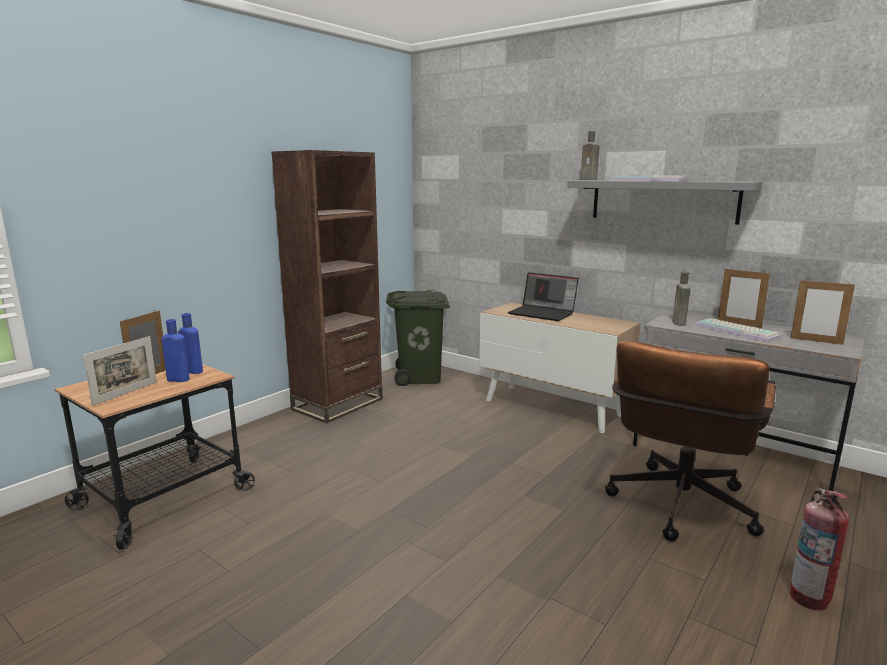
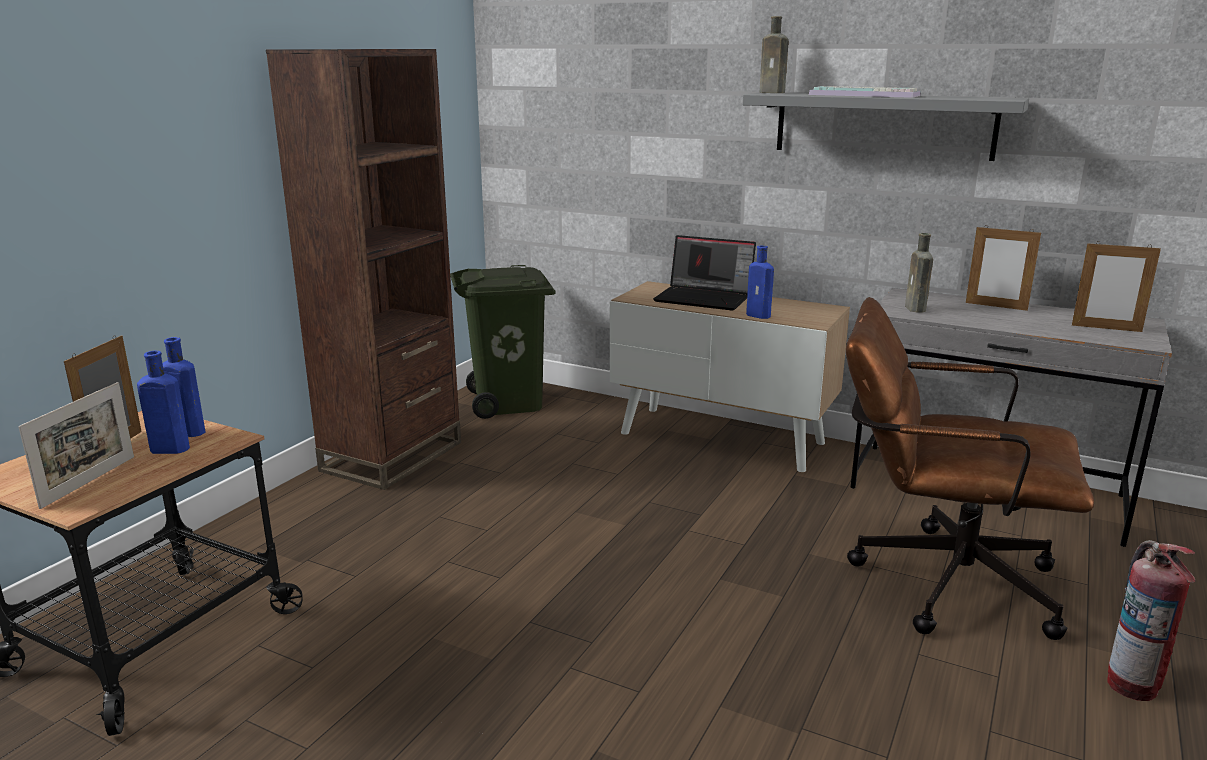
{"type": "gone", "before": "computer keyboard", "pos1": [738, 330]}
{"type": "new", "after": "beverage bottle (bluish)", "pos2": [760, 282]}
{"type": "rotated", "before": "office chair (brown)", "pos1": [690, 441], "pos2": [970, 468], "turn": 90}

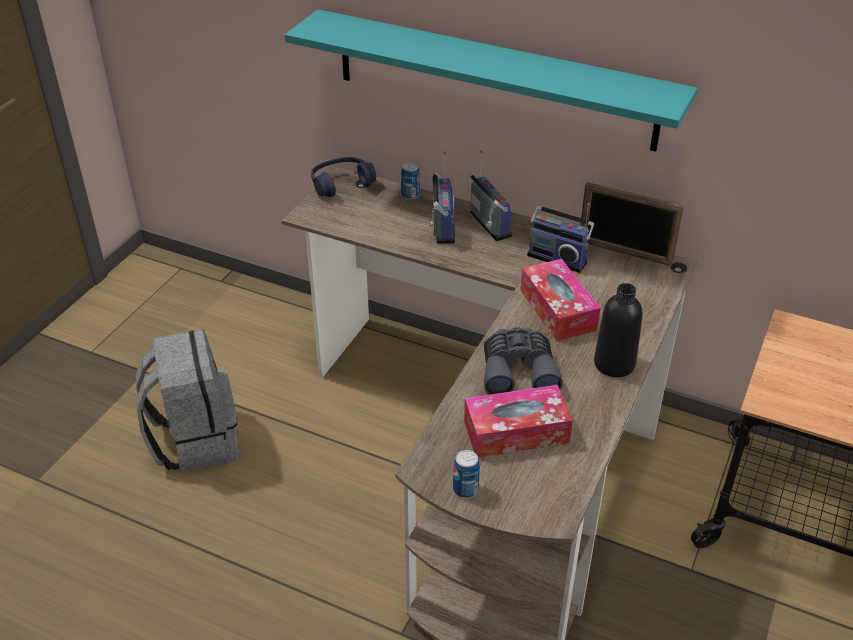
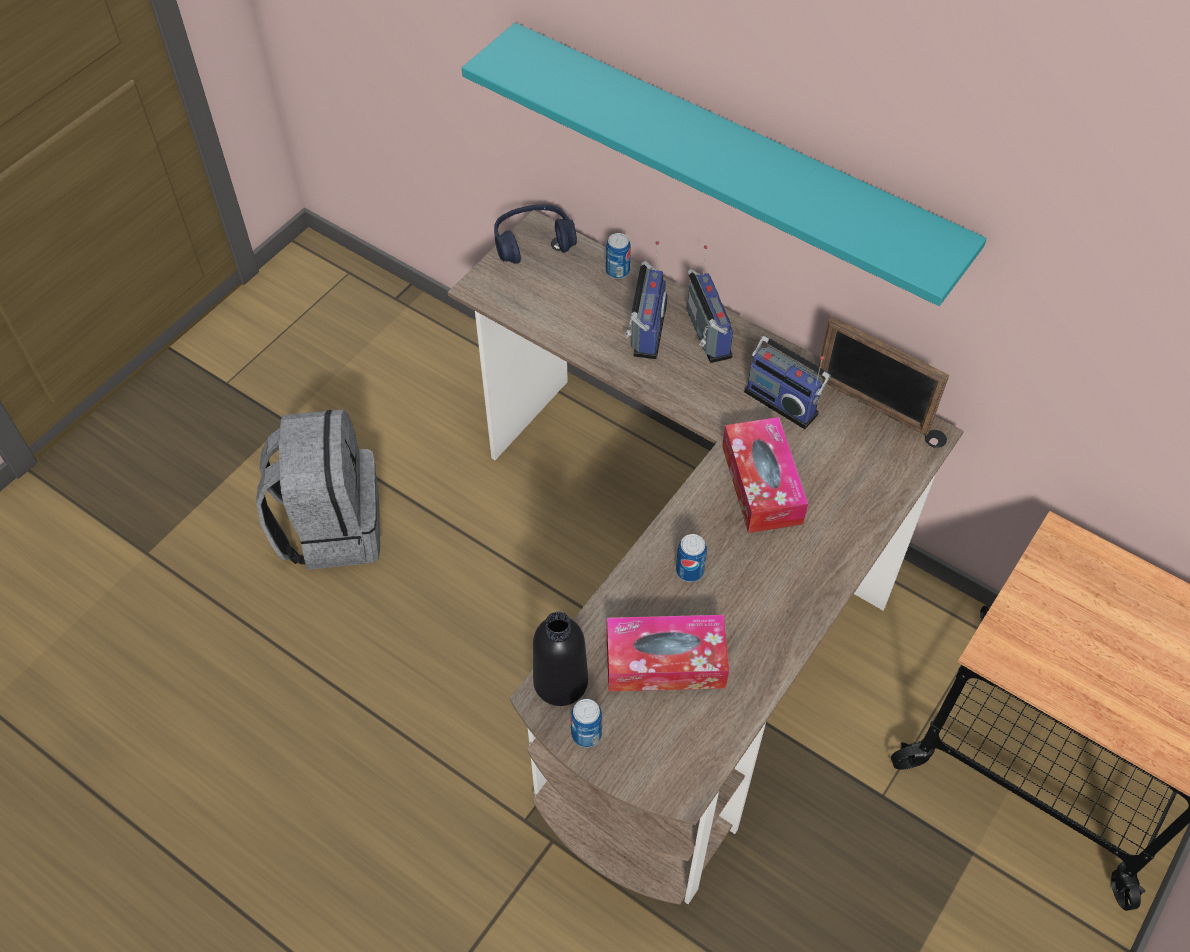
{"type": "shifted", "before": "beverage bottle (black)", "pos1": [618, 330], "pos2": [560, 658]}
{"type": "swapped", "before": "field glasses (grey)", "after": "metal can", "pos1": [523, 361], "pos2": [691, 558]}

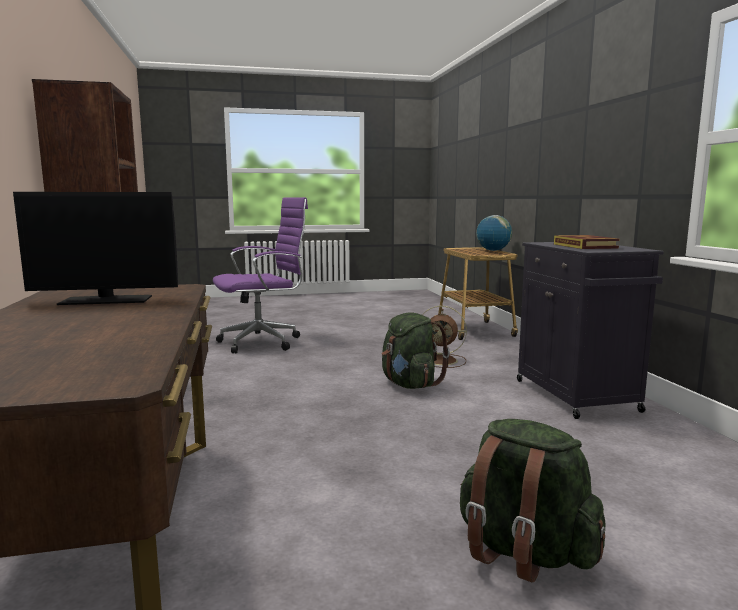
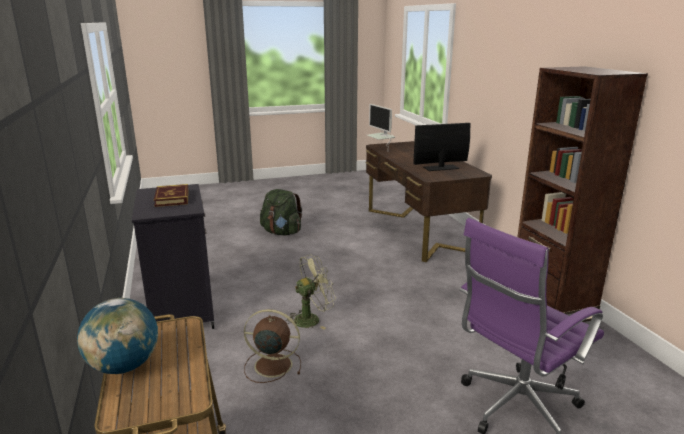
{"type": "new", "after": "computer display", "pos2": [381, 125]}
{"type": "swapped", "before": "rucksack (greenish)", "after": "fan (greenish)", "pos1": [415, 350], "pos2": [311, 292]}

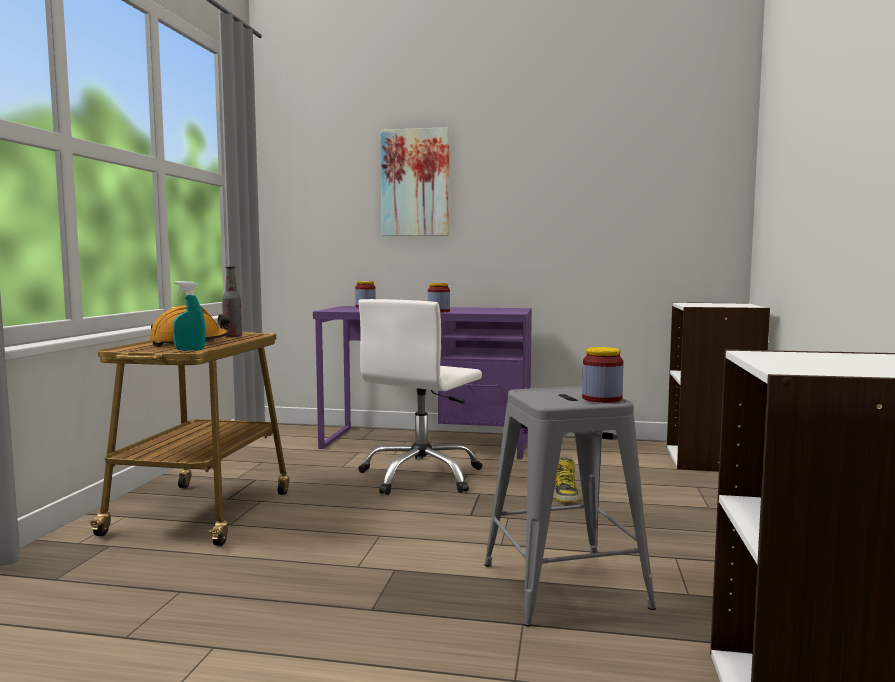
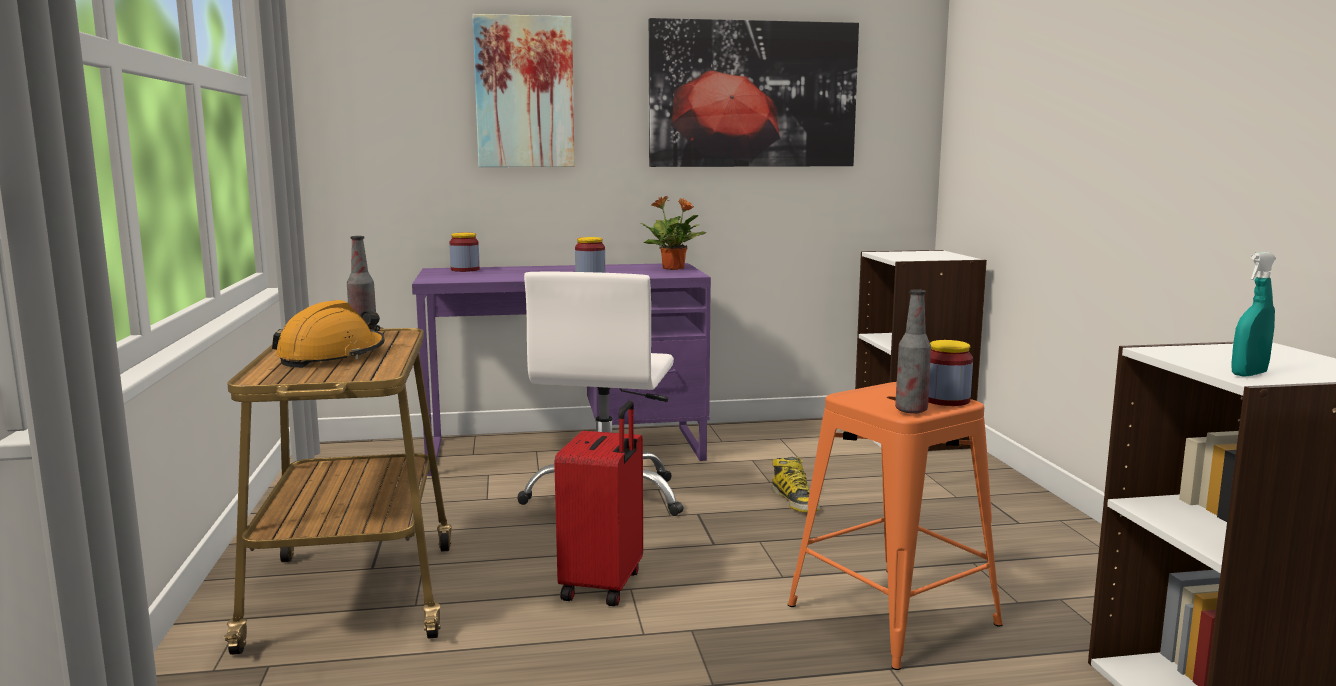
{"type": "new", "after": "piece of luggage (red-coloured)", "pos2": [598, 503]}
{"type": "new", "after": "potted plant", "pos2": [674, 233]}
{"type": "new", "after": "picture", "pos2": [754, 92]}
{"type": "new", "after": "beverage bottle", "pos2": [913, 351]}
{"type": "shifted", "before": "hand sprayer (turquoise)", "pos1": [189, 316], "pos2": [1253, 314]}
{"type": "repainted", "before": "sitting stool (grey)", "after": "sitting stool (orange-coloured)", "pos1": [570, 506], "pos2": [895, 526]}

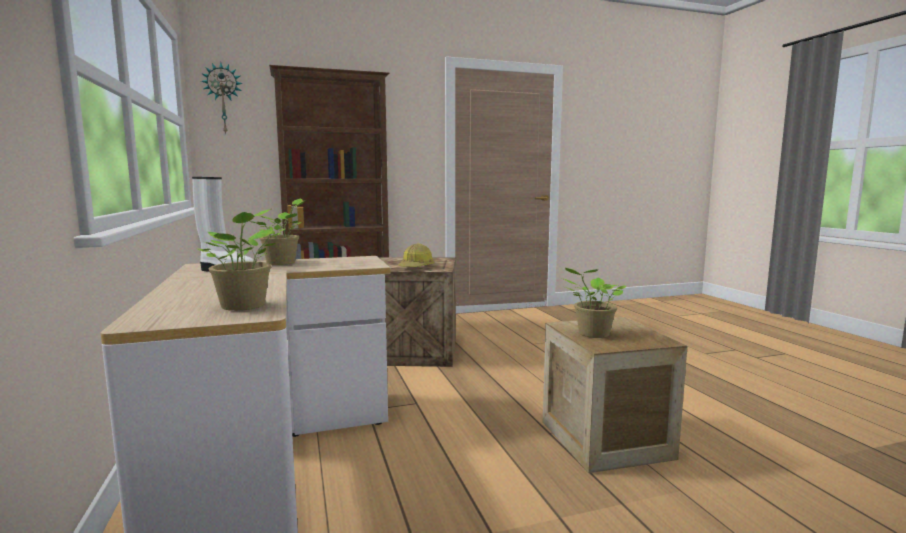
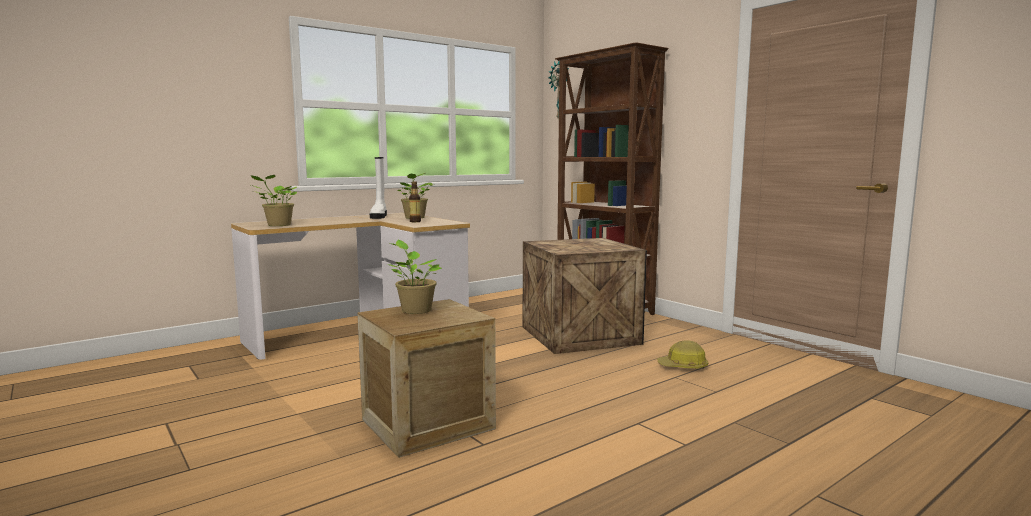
{"type": "new", "after": "beverage bottle", "pos2": [415, 201]}
{"type": "shifted", "before": "safety helmet", "pos1": [416, 255], "pos2": [682, 354]}

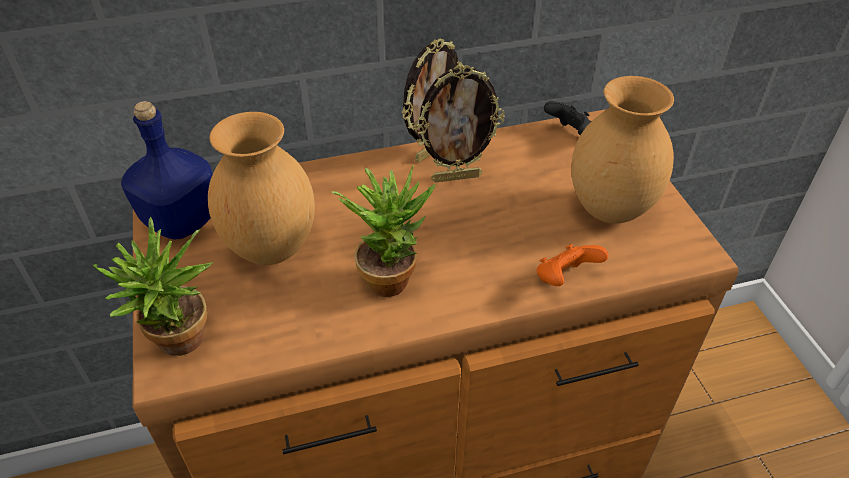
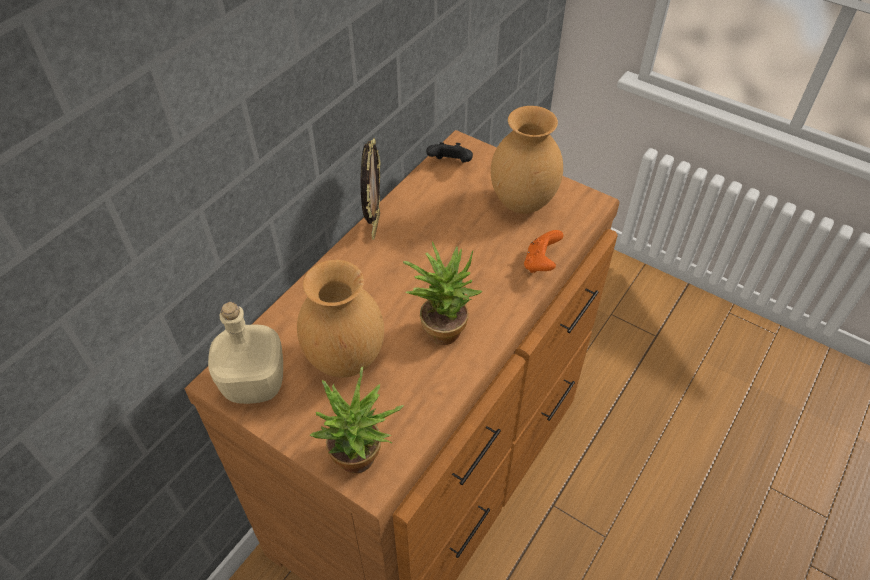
{"type": "gone", "before": "standing frame", "pos1": [459, 123]}
{"type": "repainted", "before": "beverage bottle (bluish)", "after": "beverage bottle (sand-coloured)", "pos1": [167, 170], "pos2": [245, 353]}

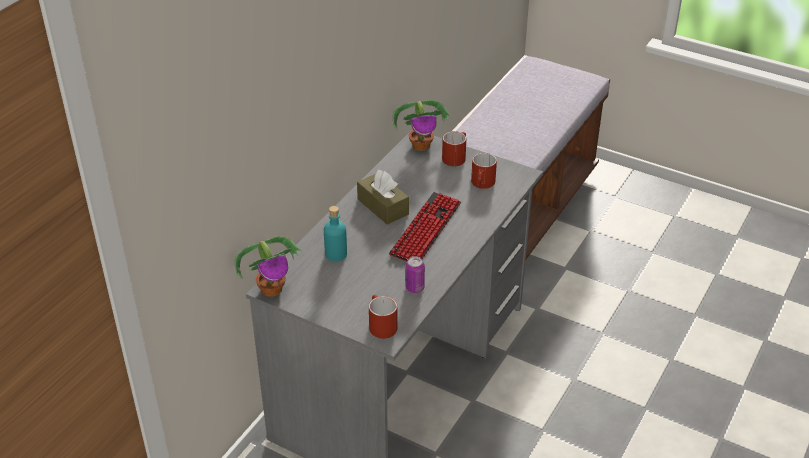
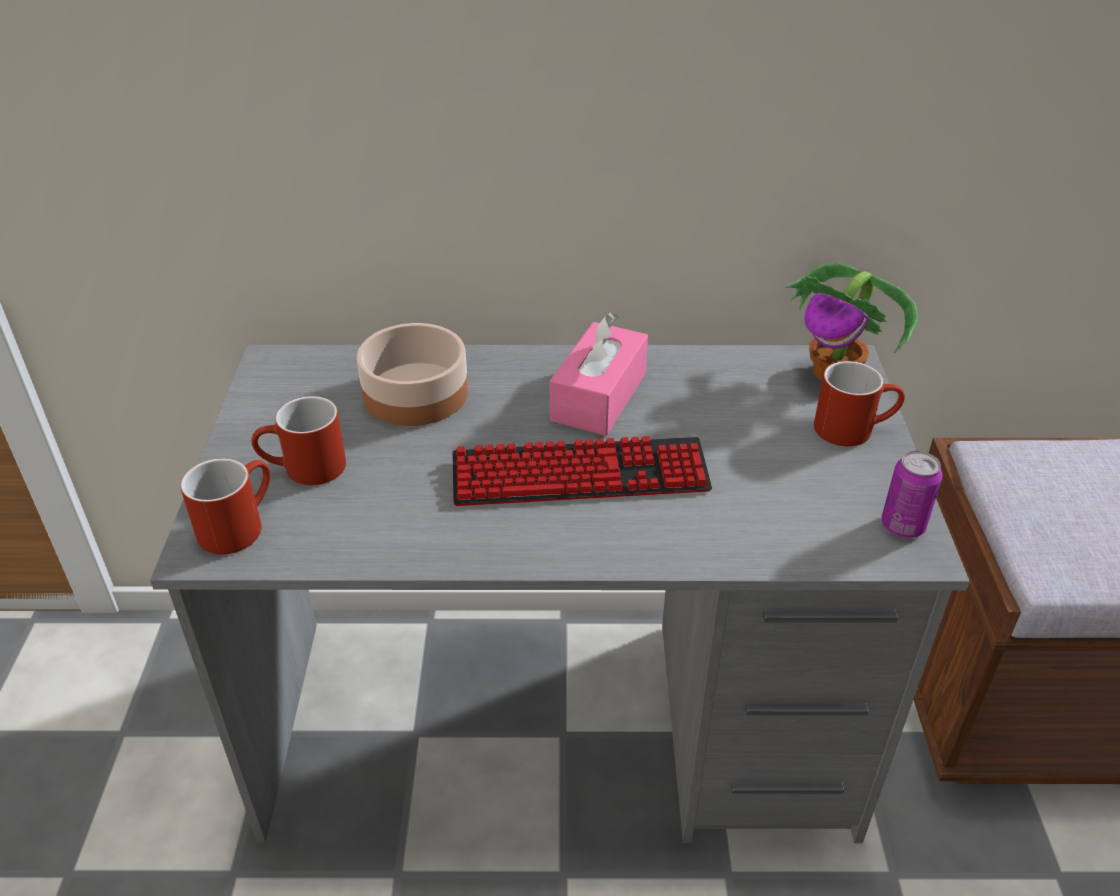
{"type": "gone", "before": "potted plant", "pos1": [268, 266]}
{"type": "shifted", "before": "metal can", "pos1": [415, 274], "pos2": [911, 494]}
{"type": "shifted", "before": "mug (red-coloured)", "pos1": [484, 171], "pos2": [298, 440]}
{"type": "swapped", "before": "beverage bottle (turquoise)", "after": "serving bowl", "pos1": [335, 234], "pos2": [412, 374]}
{"type": "repainted", "before": "box of tissues (brown)", "after": "box of tissues (pink)", "pos1": [383, 197], "pos2": [599, 374]}

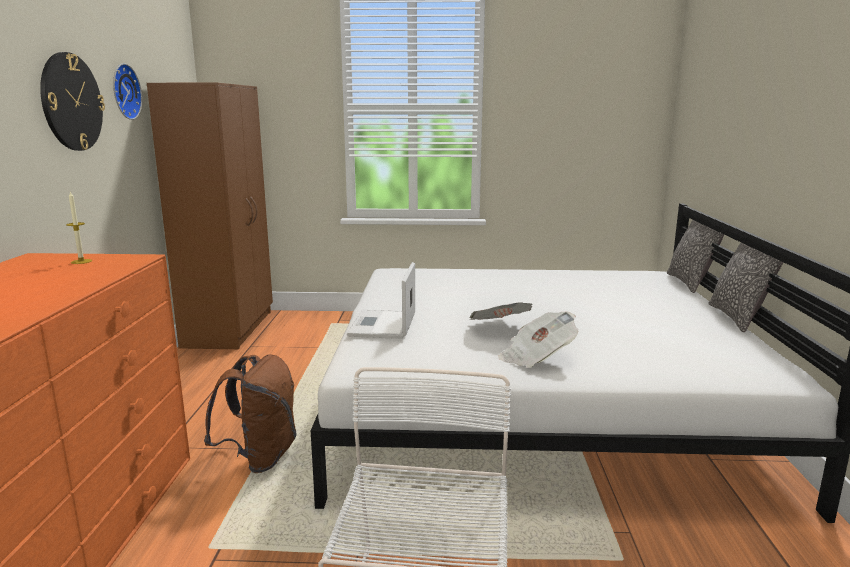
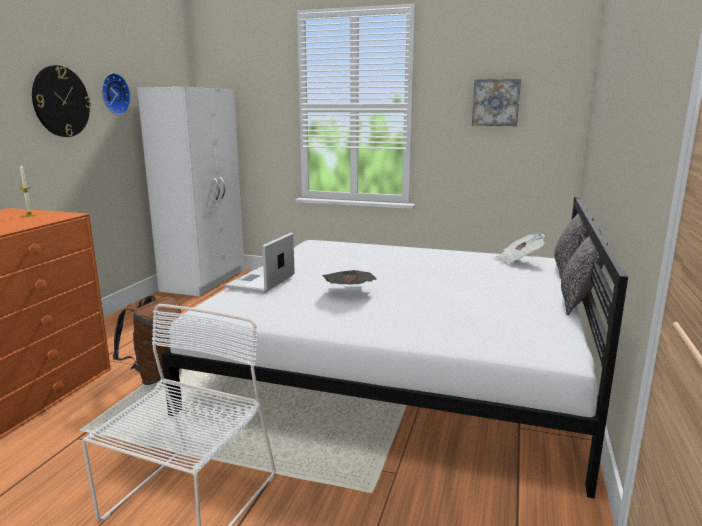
{"type": "new", "after": "picture", "pos2": [496, 102]}
{"type": "shifted", "before": "daily paper", "pos1": [538, 339], "pos2": [519, 248]}
{"type": "repainted", "before": "wardrobe (brown)", "after": "wardrobe (white-coloured)", "pos1": [210, 216], "pos2": [190, 191]}

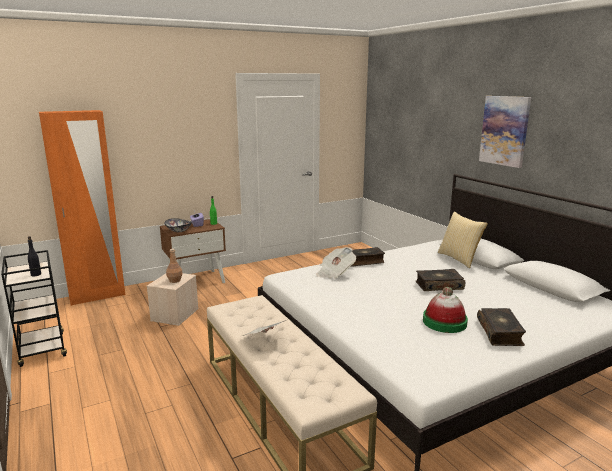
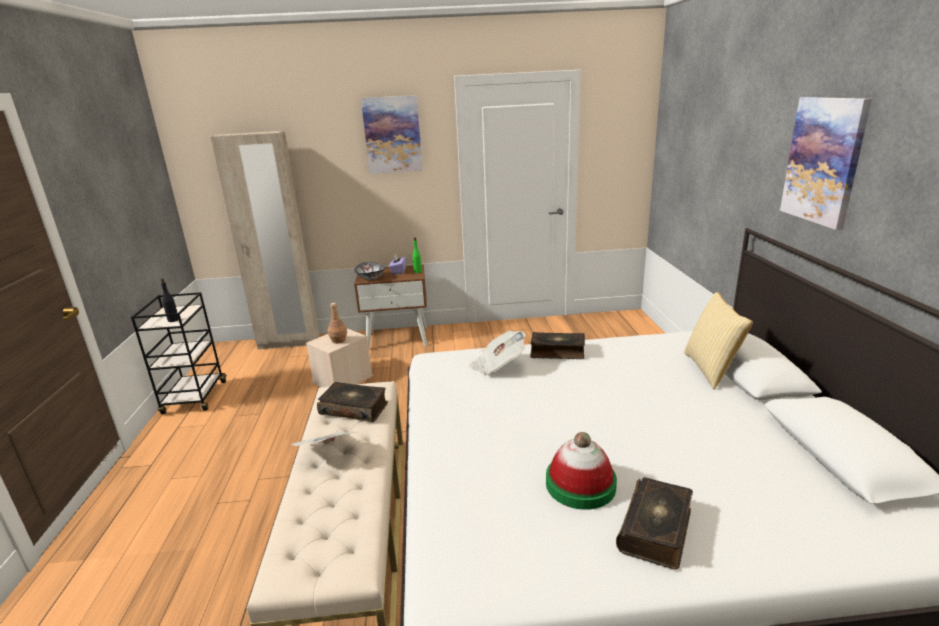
{"type": "new", "after": "picture", "pos2": [392, 134]}
{"type": "shifted", "before": "book", "pos1": [440, 280], "pos2": [352, 402]}
{"type": "repainted", "before": "wardrobe (orange-coloured)", "after": "wardrobe (sand-coloured)", "pos1": [82, 208], "pos2": [265, 240]}

